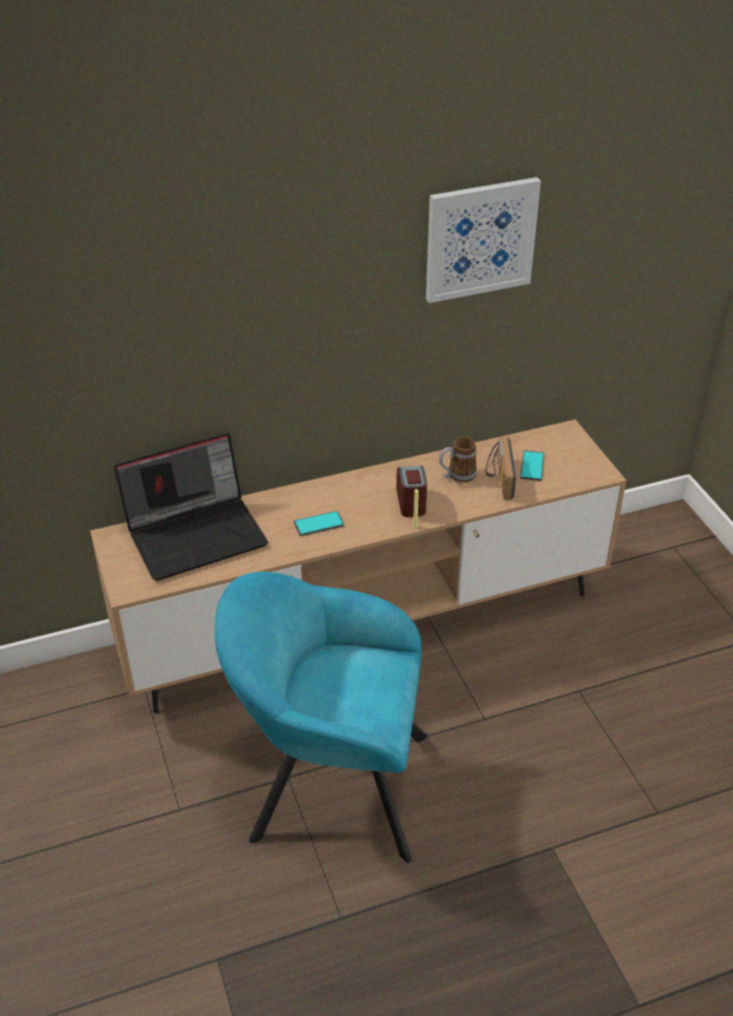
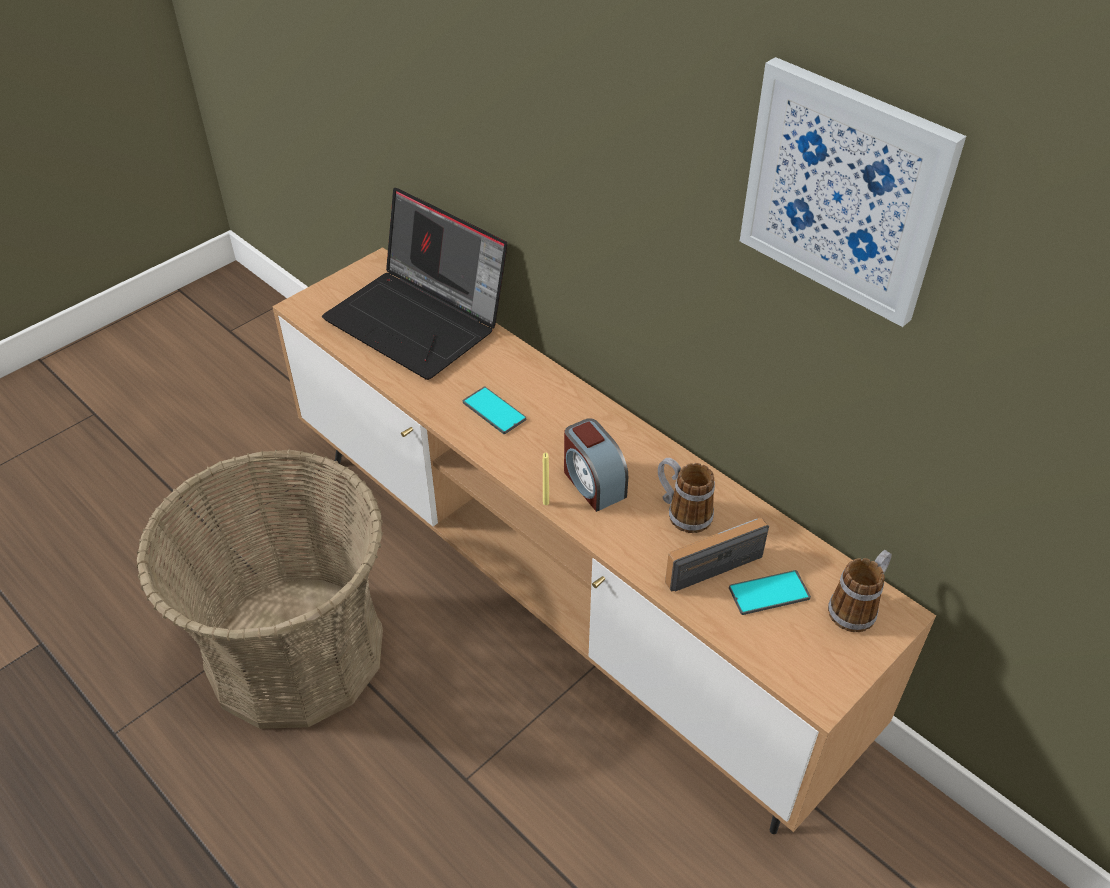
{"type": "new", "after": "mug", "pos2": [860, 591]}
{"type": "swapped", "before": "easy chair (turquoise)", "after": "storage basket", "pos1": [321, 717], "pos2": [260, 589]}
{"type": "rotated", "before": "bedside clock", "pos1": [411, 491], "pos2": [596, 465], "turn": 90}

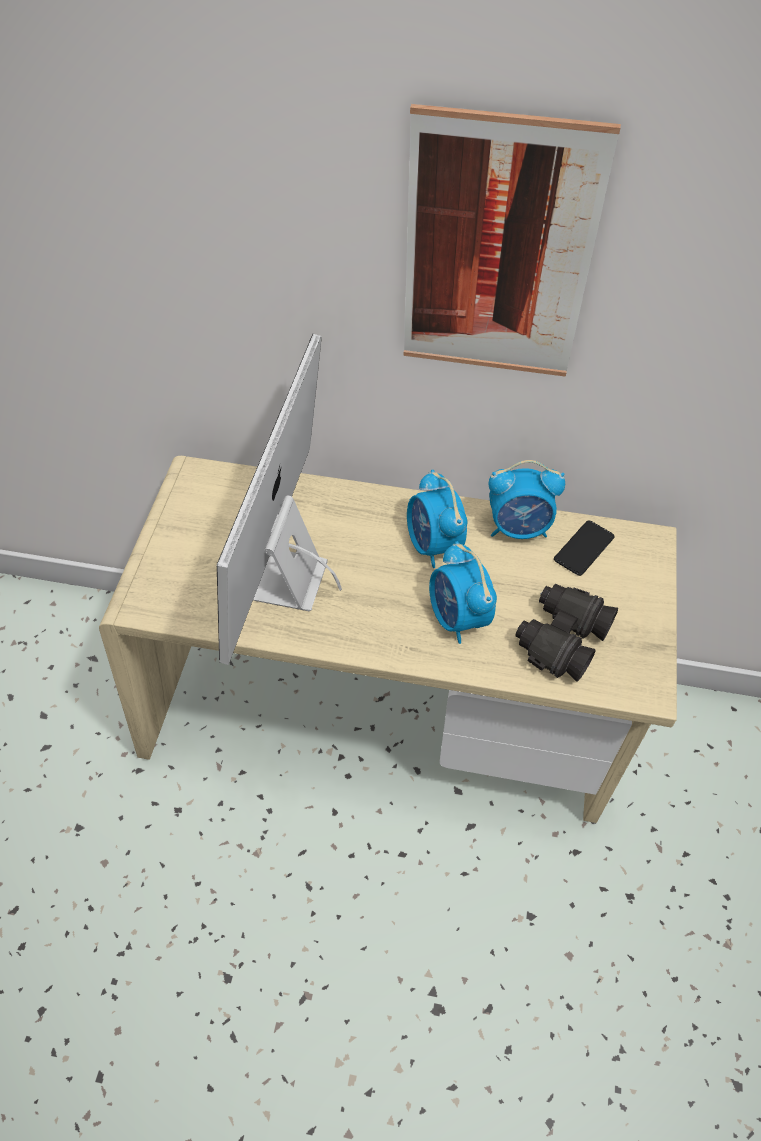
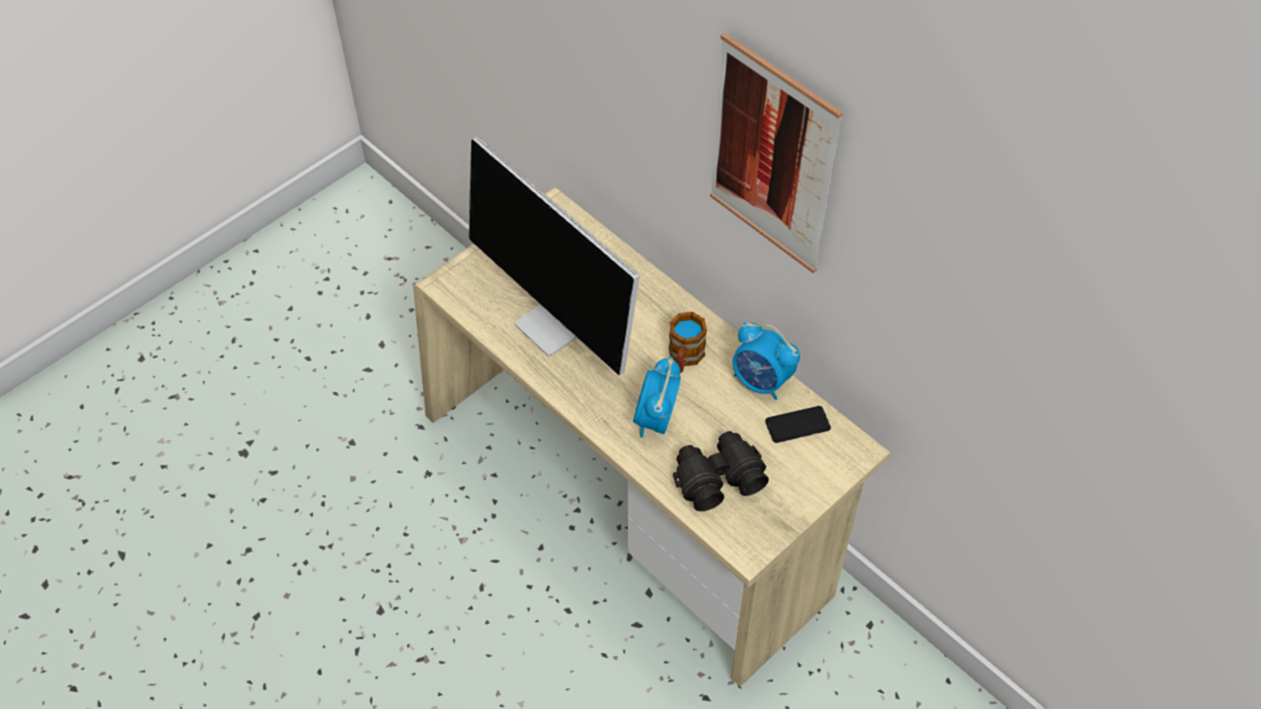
{"type": "swapped", "before": "bedside clock", "after": "mug", "pos1": [437, 519], "pos2": [688, 342]}
{"type": "rotated", "before": "computer display", "pos1": [279, 499], "pos2": [554, 256], "turn": -90}

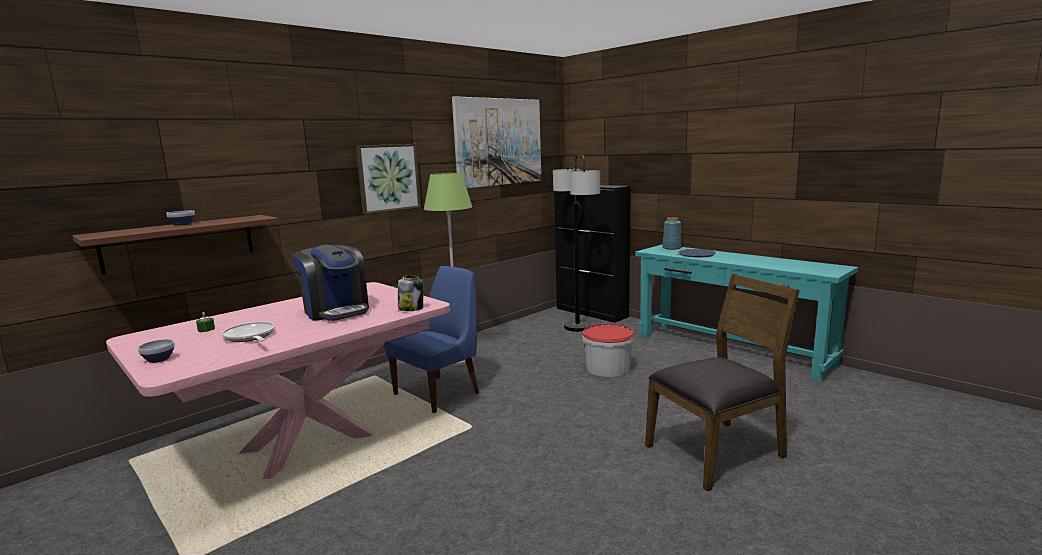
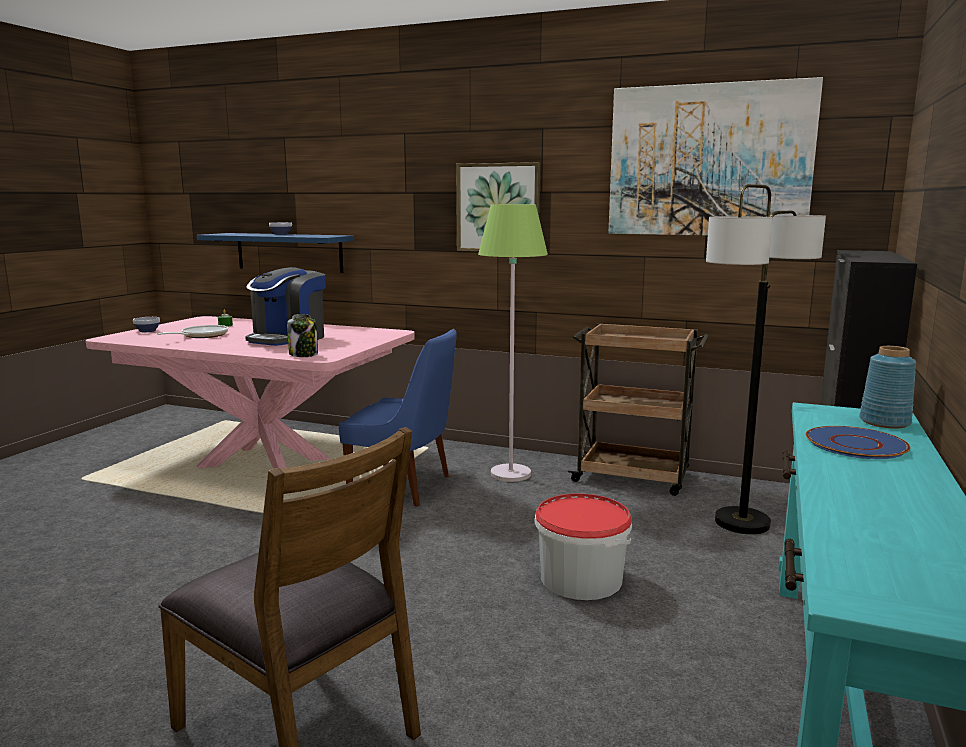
{"type": "new", "after": "cart (brown)", "pos2": [638, 409]}
{"type": "repainted", "before": "wall shelf (brown)", "after": "wall shelf (bluish)", "pos1": [176, 245], "pos2": [275, 253]}

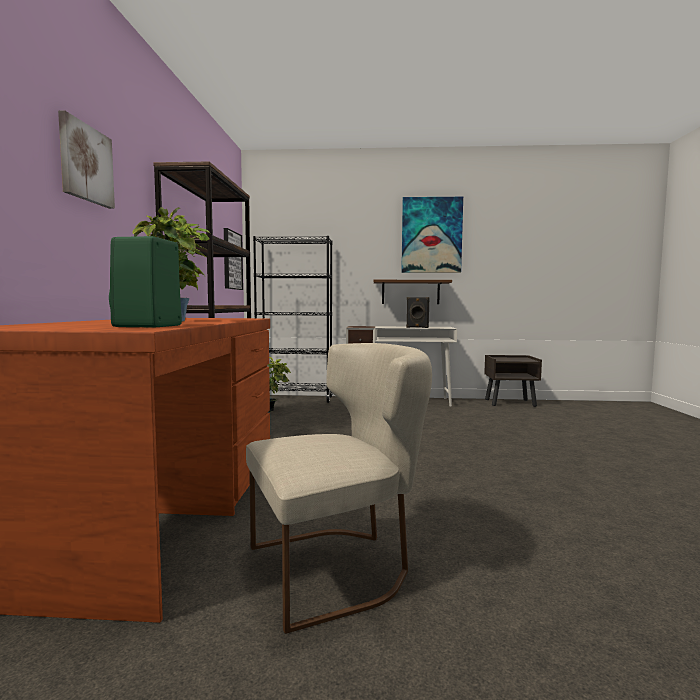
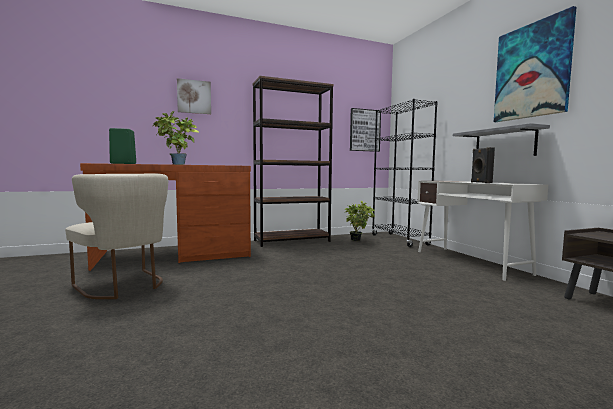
{"type": "repainted", "before": "wall shelf (brown)", "after": "wall shelf (grey)", "pos1": [413, 292], "pos2": [501, 139]}

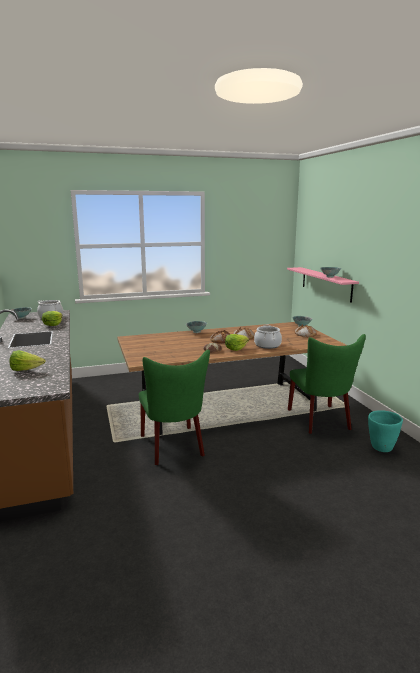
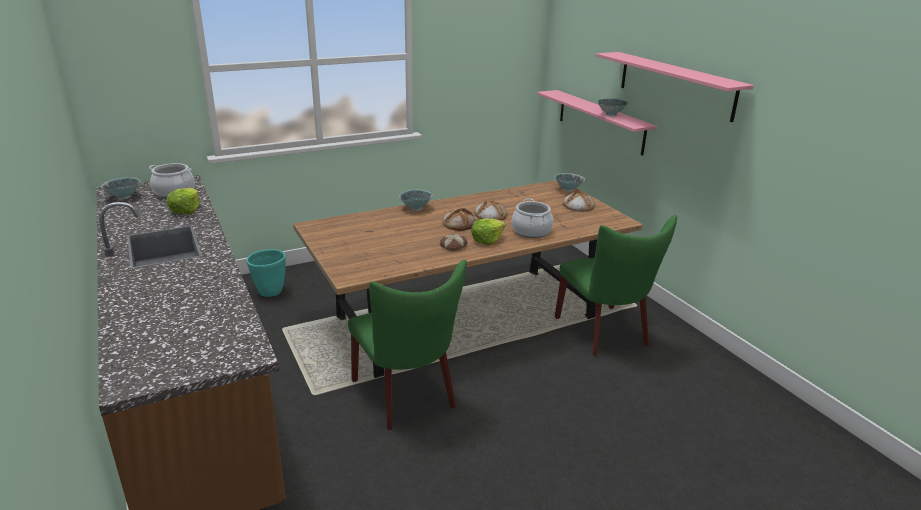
{"type": "gone", "before": "lettuce head", "pos1": [27, 360]}
{"type": "new", "after": "wall shelf (pink)", "pos2": [675, 87]}
{"type": "shifted", "before": "plant pot (turquoise)", "pos1": [385, 431], "pos2": [266, 273]}

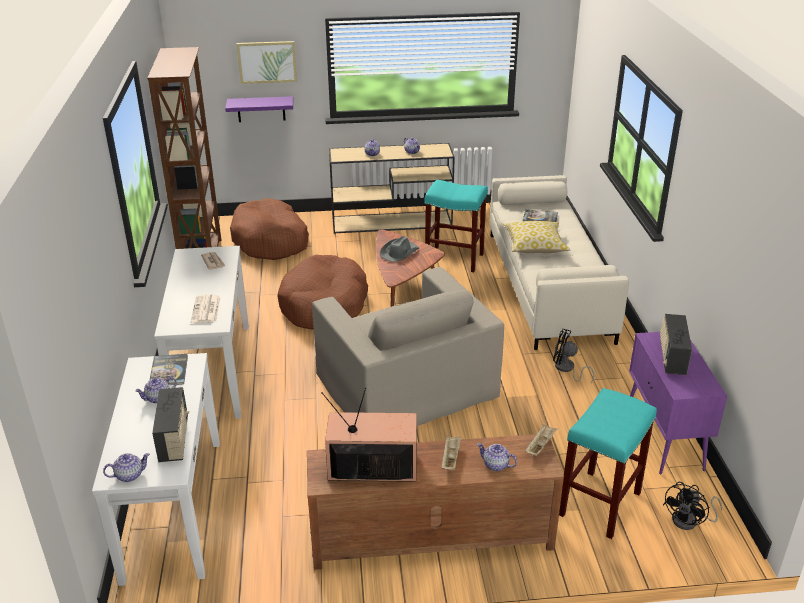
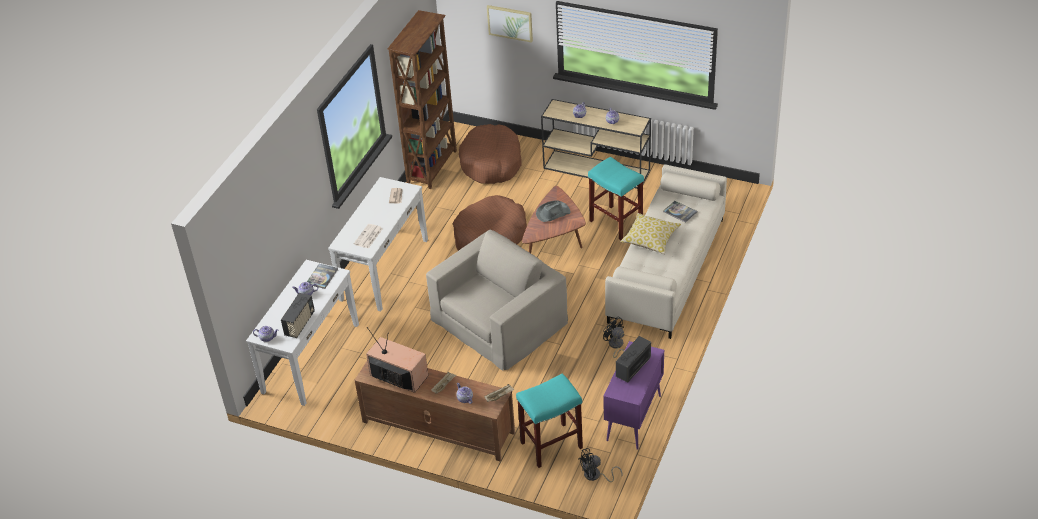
{"type": "gone", "before": "wall shelf (purple-coloured)", "pos1": [259, 109]}
{"type": "rotated", "before": "easy chair (sand-coloured)", "pos1": [408, 346], "pos2": [497, 300], "turn": -135}

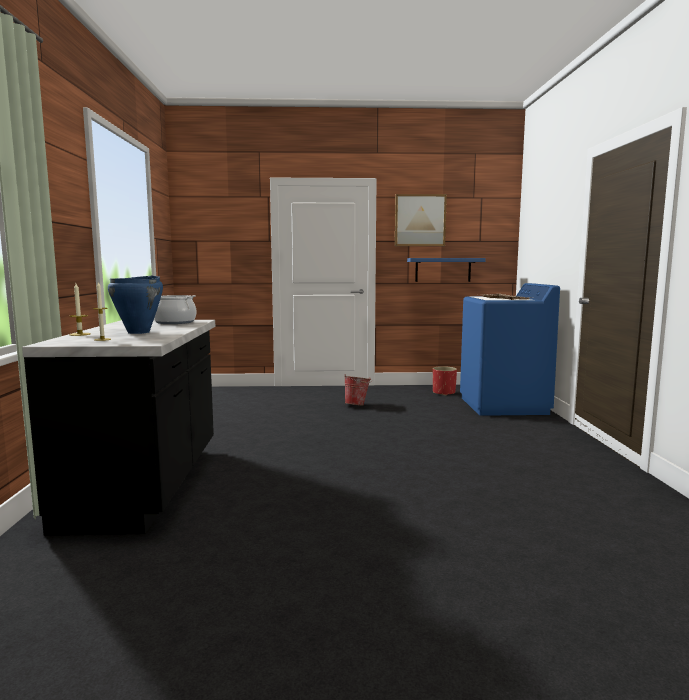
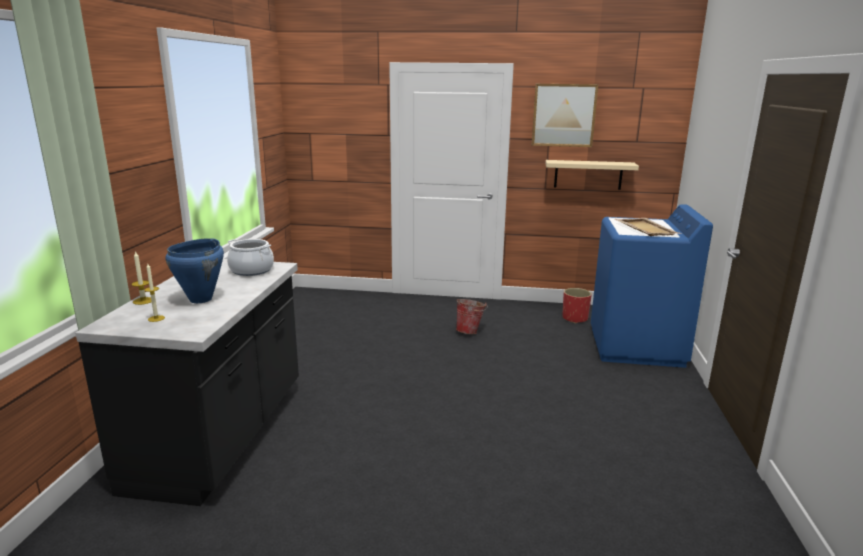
{"type": "repainted", "before": "wall shelf (bluish)", "after": "wall shelf (sand-coloured)", "pos1": [446, 270], "pos2": [592, 175]}

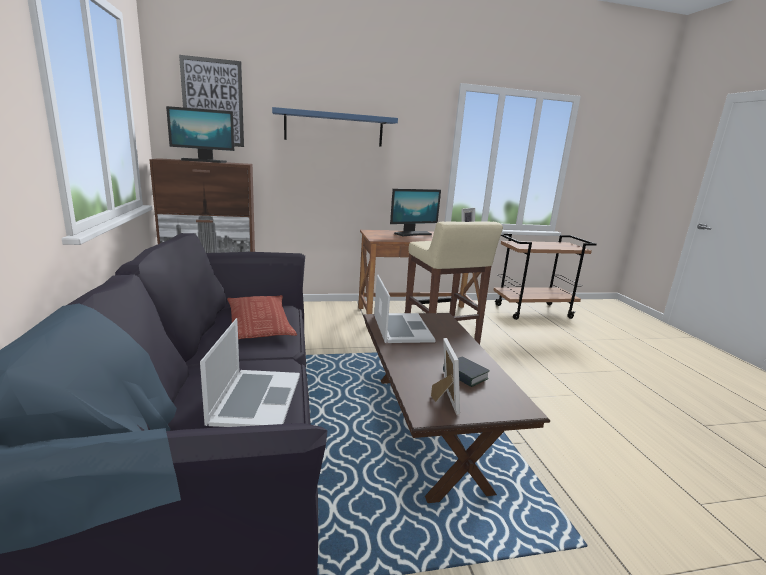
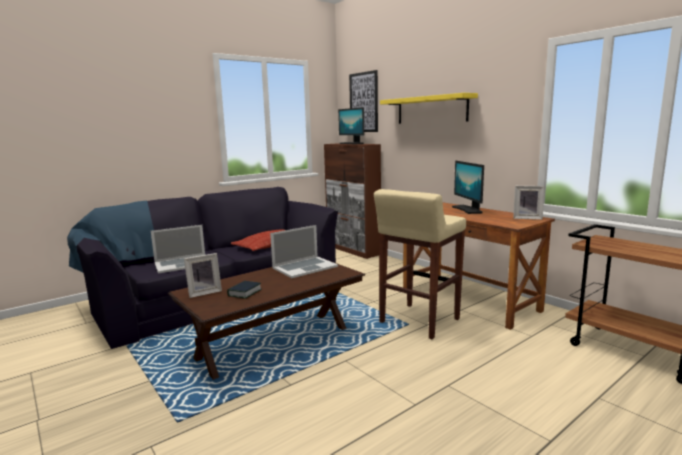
{"type": "repainted", "before": "wall shelf (bluish)", "after": "wall shelf (yellowish)", "pos1": [335, 127], "pos2": [429, 108]}
{"type": "rotated", "before": "computer display", "pos1": [415, 213], "pos2": [468, 187], "turn": 45}

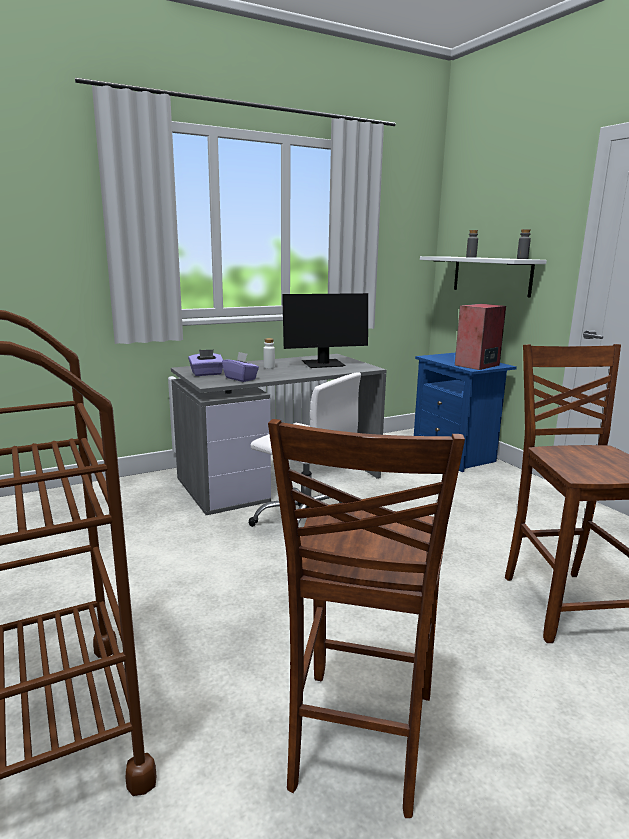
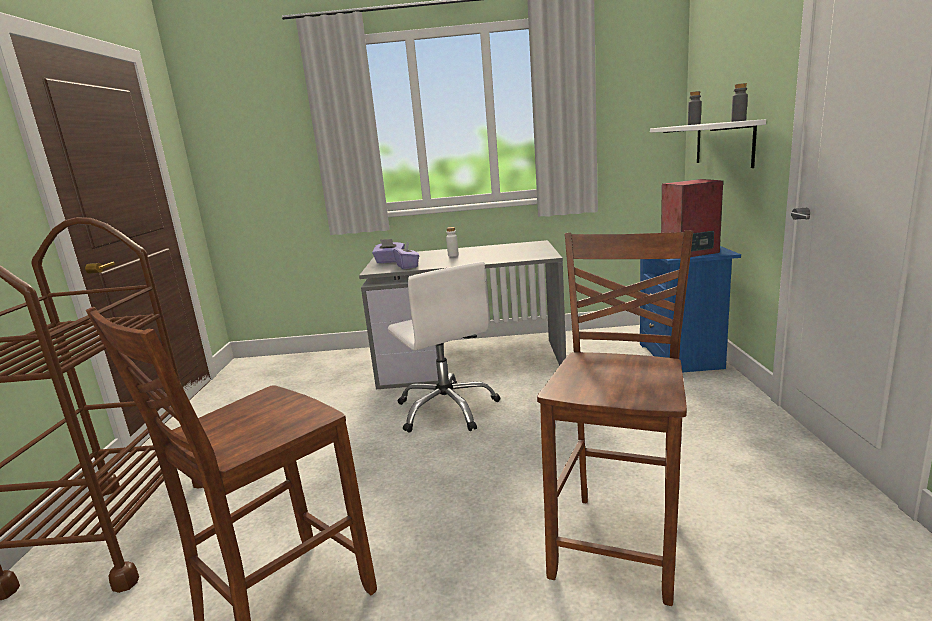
{"type": "gone", "before": "computer display", "pos1": [325, 330]}

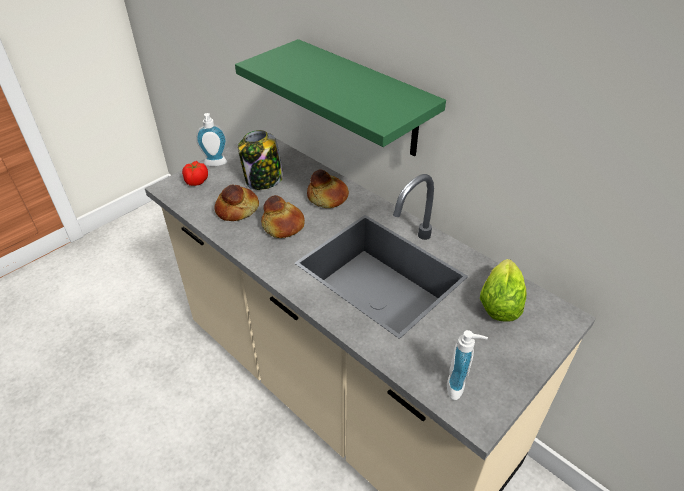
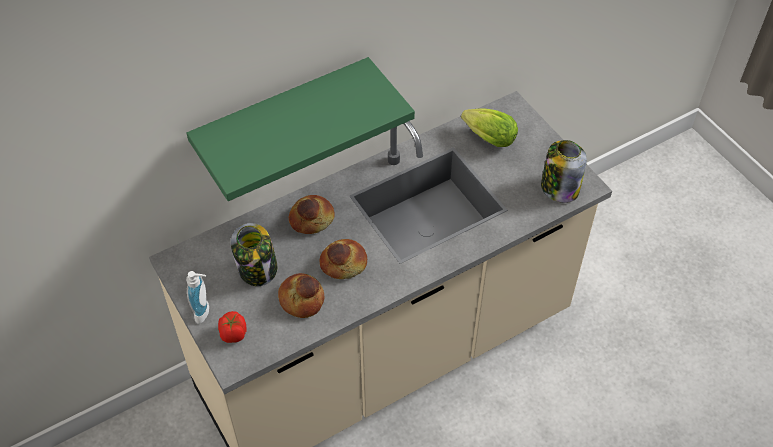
{"type": "swapped", "before": "soap bottle", "after": "jar", "pos1": [467, 365], "pos2": [564, 171]}

